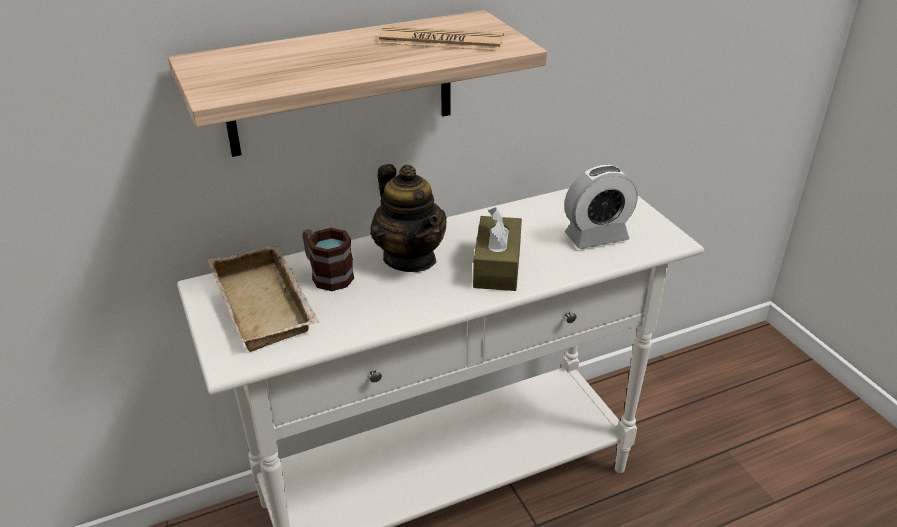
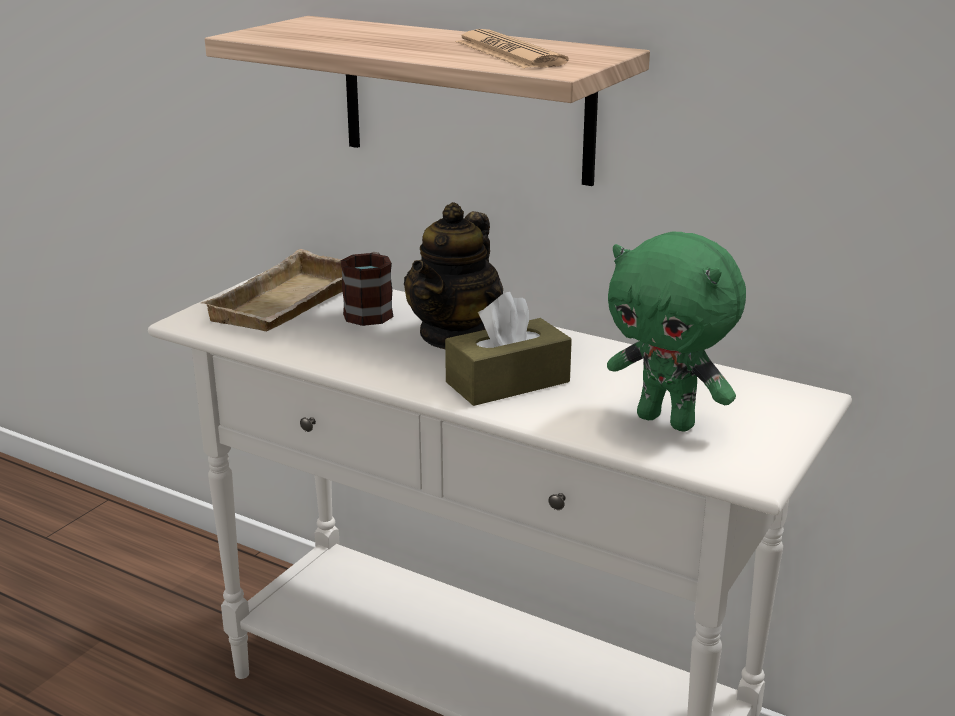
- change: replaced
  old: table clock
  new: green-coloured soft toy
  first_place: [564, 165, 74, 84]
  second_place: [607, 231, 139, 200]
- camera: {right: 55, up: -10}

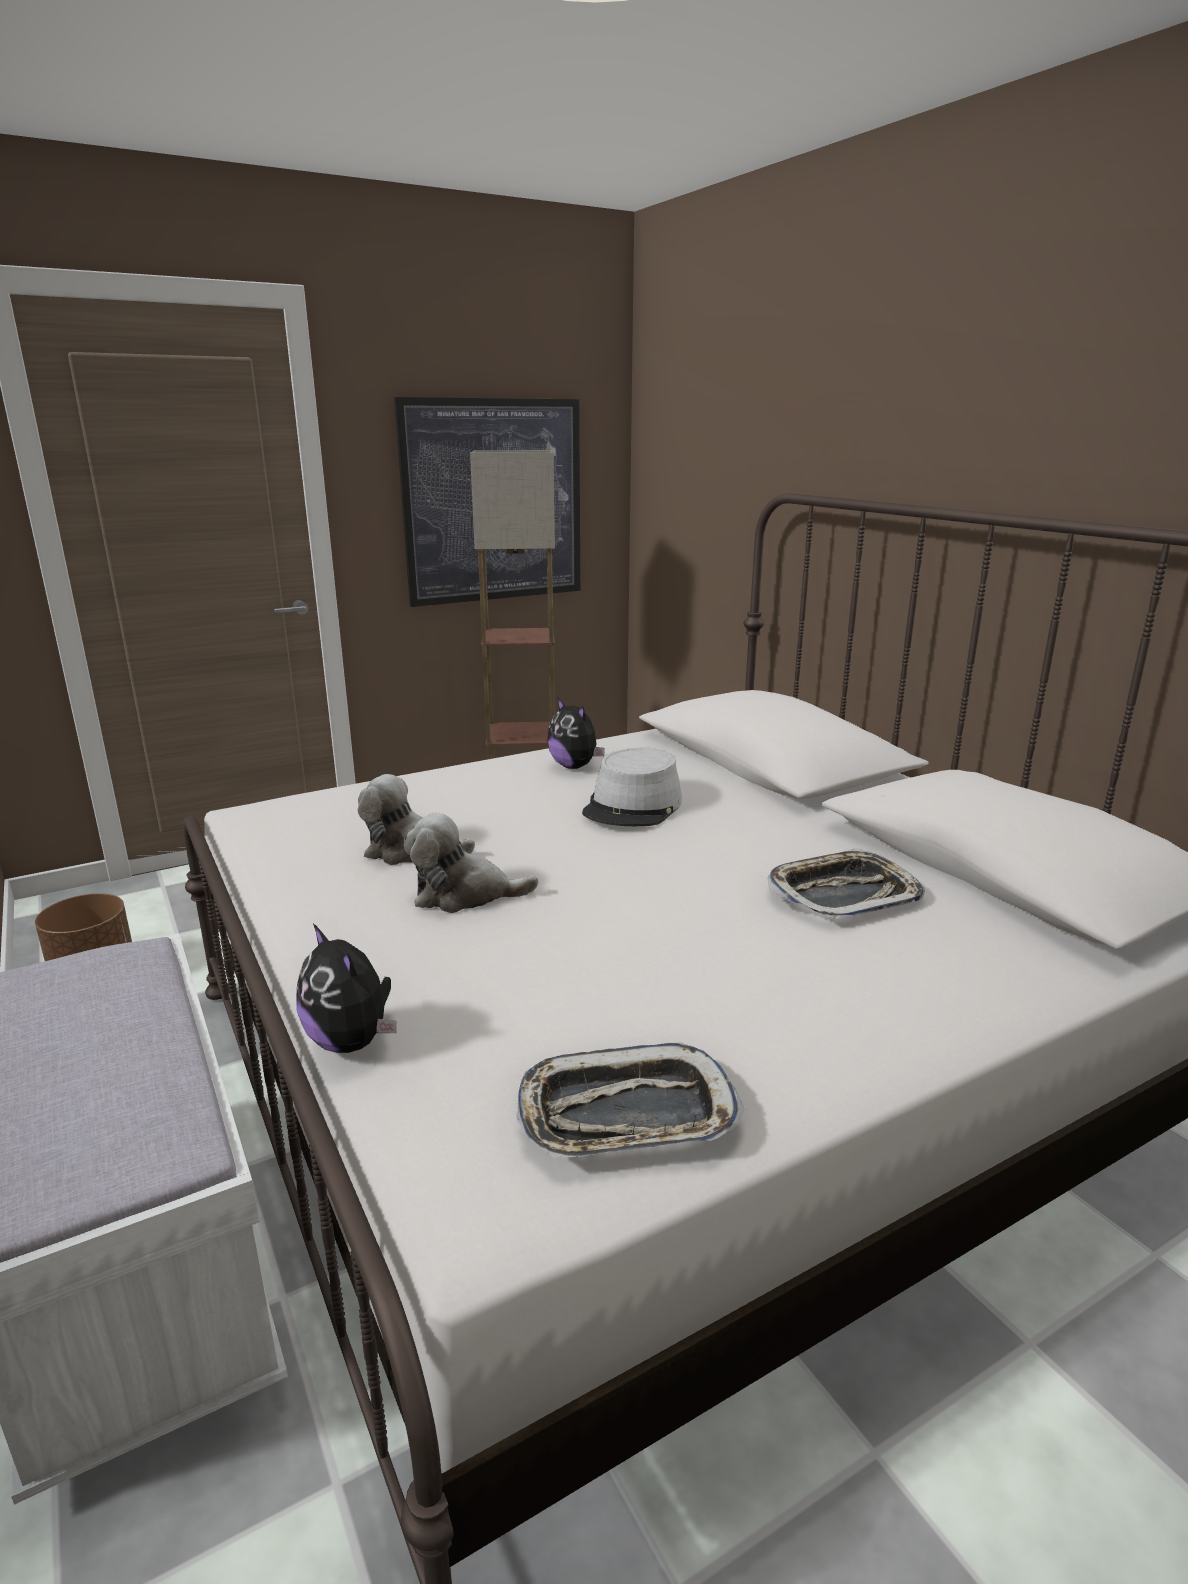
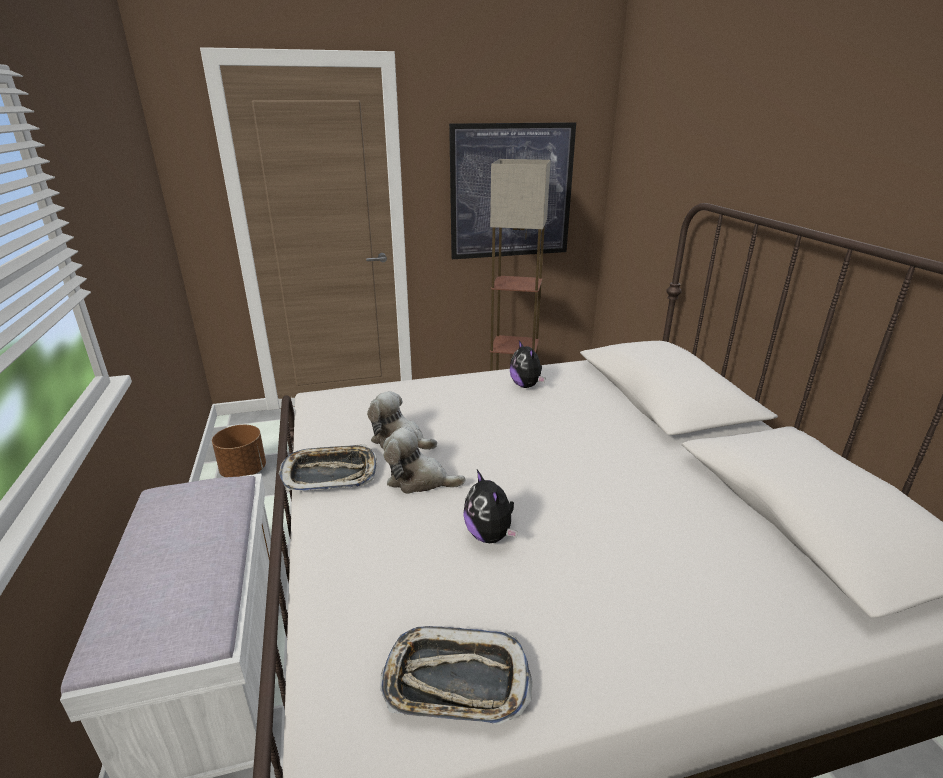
- change: removed
  old: gray hat
  first_place: [582, 748, 100, 78]
- change: moved
  old: soft toy
  first_place: [296, 923, 101, 130]
  second_place: [463, 470, 55, 73]
- change: moved
  old: carrying tray
  first_place: [767, 848, 158, 72]
  second_place: [279, 444, 98, 47]
- camera: {right: 15, up: 5}

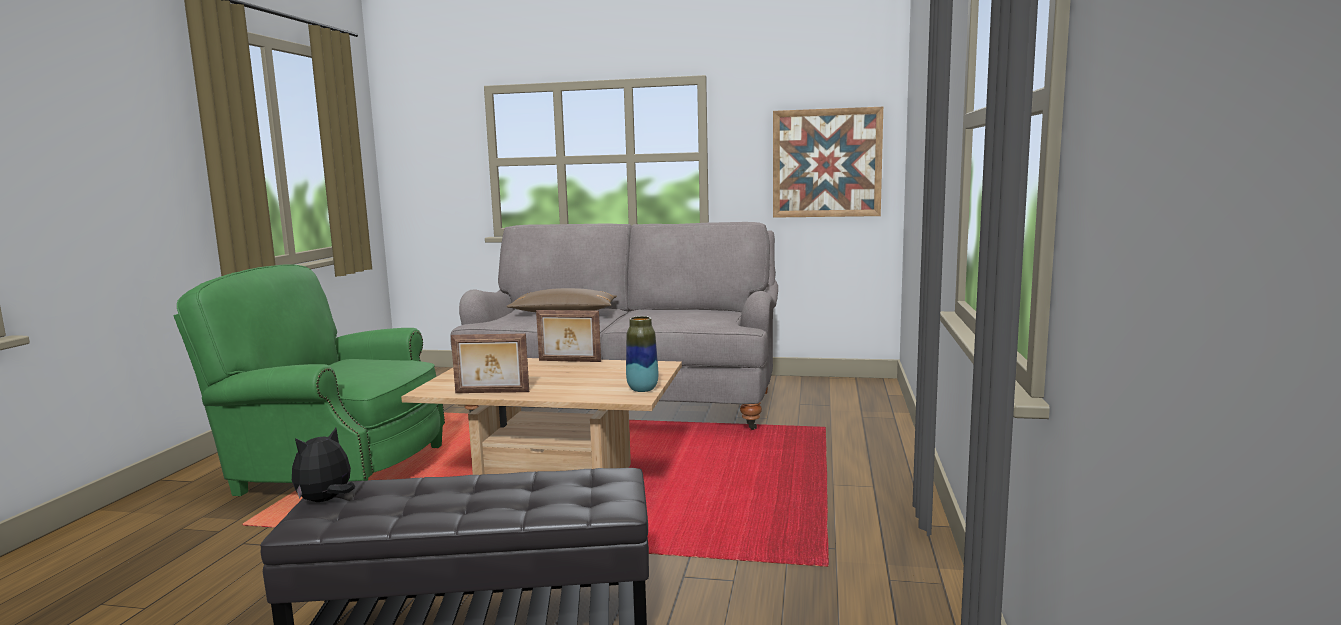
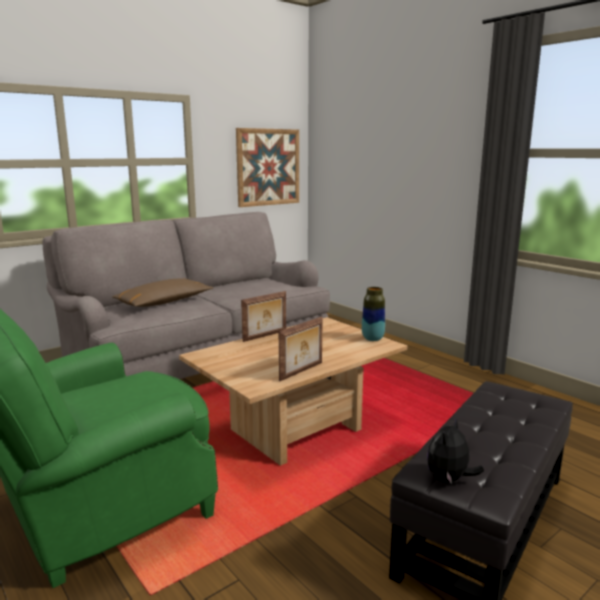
- change: turned
  old: soft toy
  first_place: [292, 428, 63, 74]
  second_place: [427, 418, 57, 66]
  degrees: 45
- camera: {right: -50, up: 5}

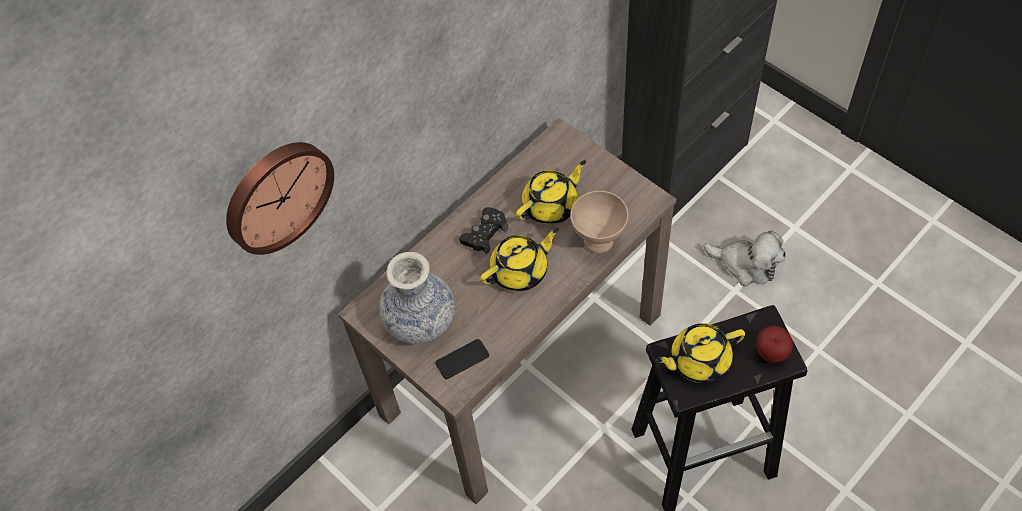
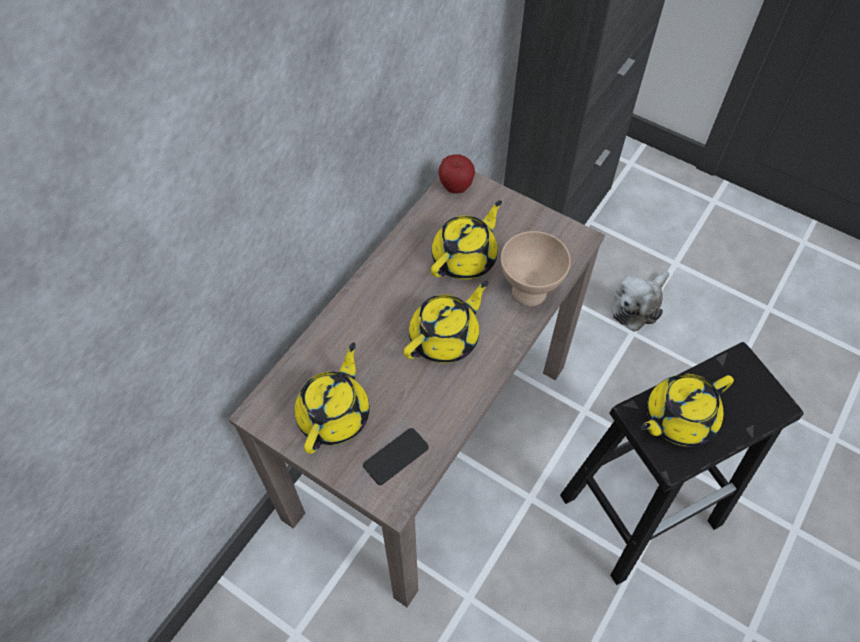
- change: removed
  old: hanging clock
  first_place: [226, 142, 108, 113]
- change: removed
  old: black gamepad
  first_place: [459, 207, 49, 47]
- change: moved
  old: apple fruit
  first_place: [756, 326, 37, 37]
  second_place: [439, 154, 36, 40]
- change: replaced
  old: vase
  new: yellowish teapot
  first_place: [379, 252, 76, 92]
  second_place: [295, 343, 75, 111]
- change: turned
  old: soft toy
  first_place: [704, 230, 82, 56]
  second_place: [612, 272, 57, 60]
  degrees: 120
- camera: {right: -15, up: 0}

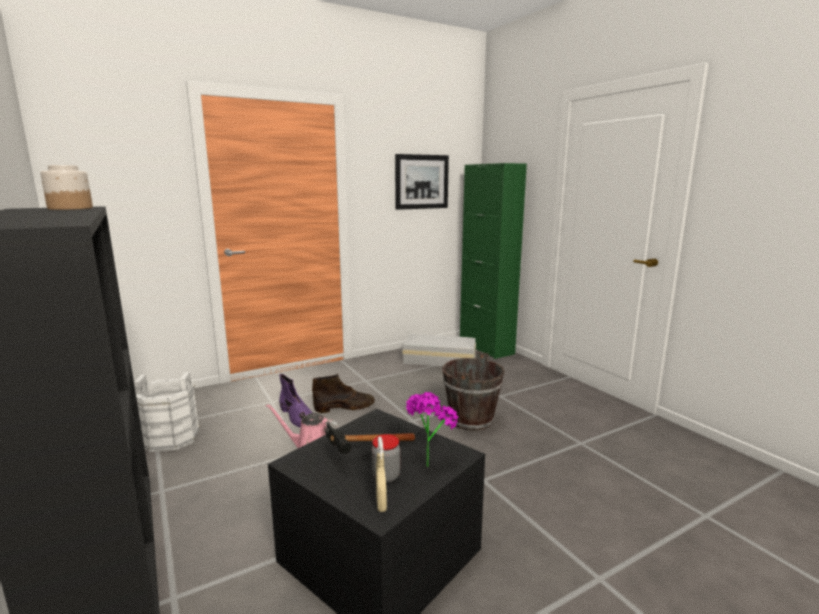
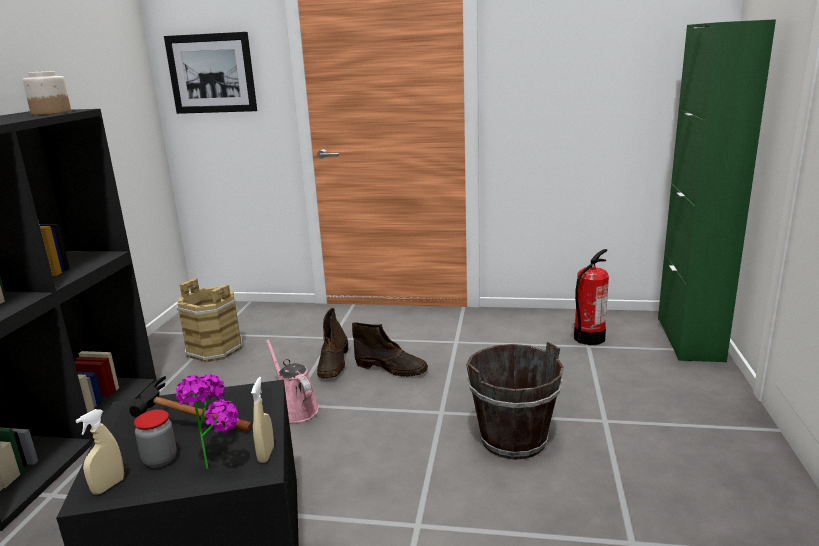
- change: added
  new: beige hand sprayer
  second_place: [251, 377, 23, 86]
- change: moved
  old: wall art
  first_place: [395, 154, 54, 56]
  second_place: [164, 32, 93, 82]
- change: replaced
  old: white-coloured storage box
  new: extinguisher
  first_place: [402, 334, 74, 32]
  second_place: [574, 249, 35, 96]
- change: recoloured
  old: white-coloured water bucket
  new: brown water bucket
  first_place: [134, 372, 66, 80]
  second_place: [177, 278, 66, 84]
- change: recoloured
  old: purple-coloured boot
  new: brown boot
  first_place: [279, 374, 34, 53]
  second_place: [317, 308, 31, 71]
- camera: {right: 40, up: 5}

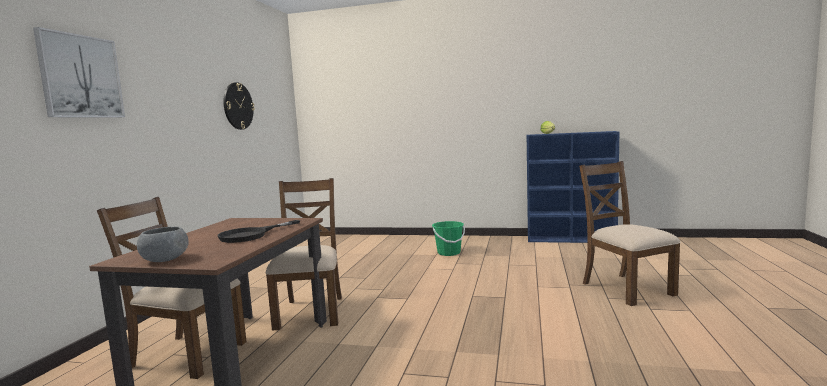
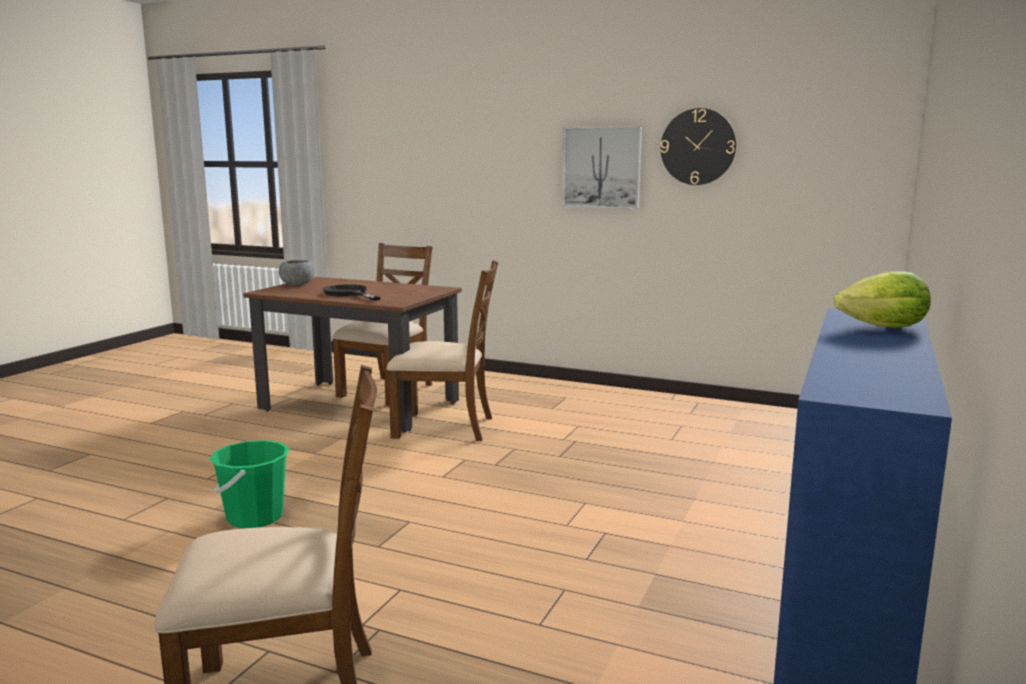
- change: moved
  old: wall art
  first_place: [33, 27, 92, 90]
  second_place: [562, 126, 80, 83]
- change: moved
  old: green-coloured water bucket
  first_place: [432, 221, 33, 35]
  second_place: [210, 440, 79, 88]
- camera: {right: 100, up: 5}

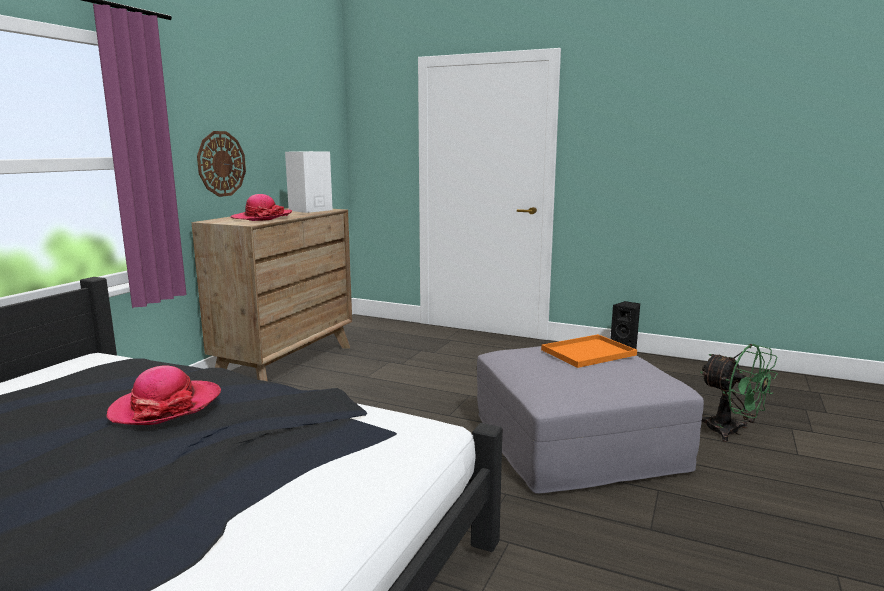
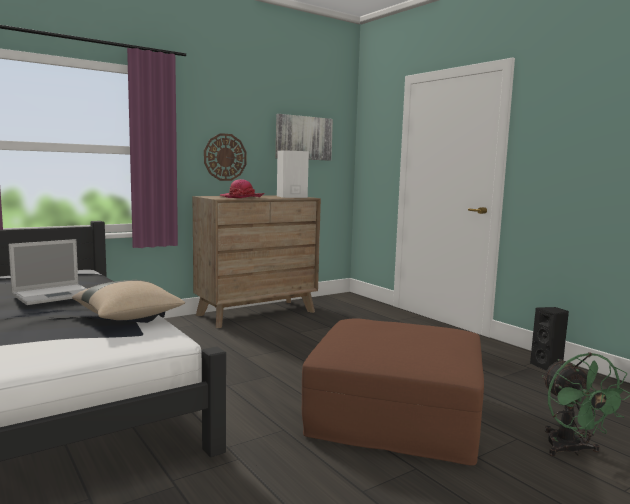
- change: removed
  old: orangey carrying tray
  first_place: [541, 334, 96, 34]
- change: added
  new: beige throw pillow
  second_place: [72, 280, 113, 40]
- change: added
  new: wall art
  second_place: [276, 114, 57, 47]
- change: replaced
  old: hat
  new: notebook computer
  first_place: [106, 365, 115, 60]
  second_place: [9, 239, 79, 66]
- change: recoloured
  old: gray ottoman
  new: brown ottoman
  first_place: [477, 346, 227, 148]
  second_place: [302, 319, 182, 146]
- camera: {right: 30, up: -5}

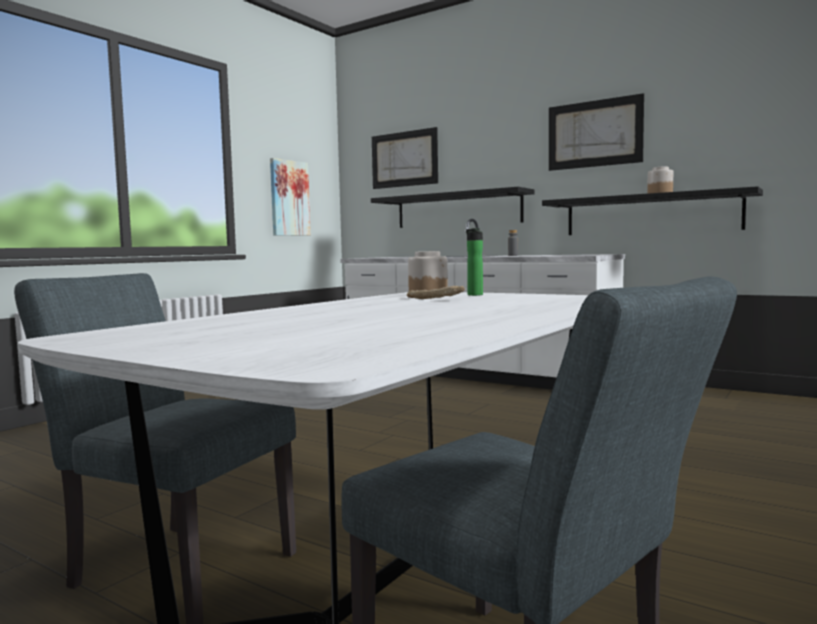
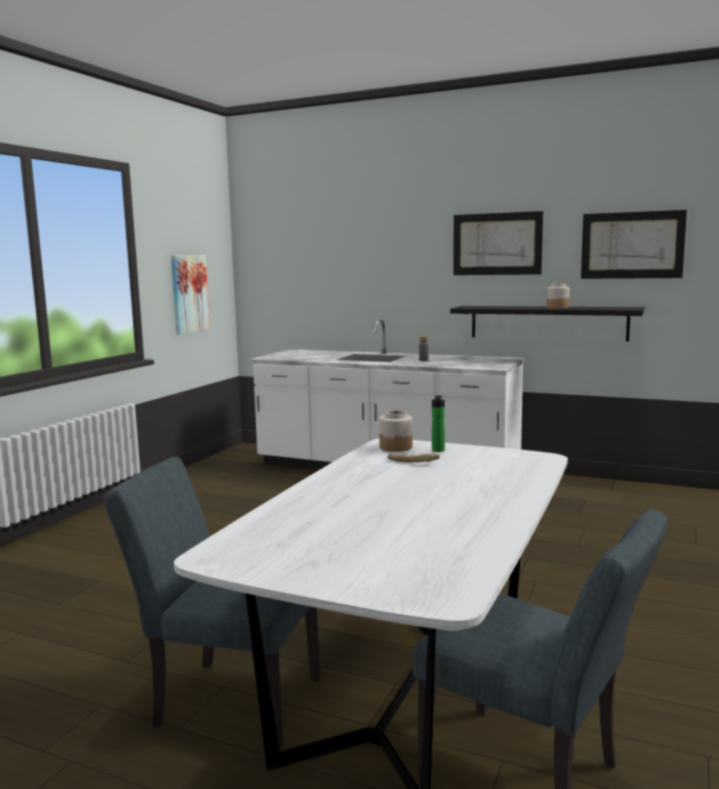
- change: removed
  old: black bracket shelf
  first_place: [371, 187, 164, 41]
- change: moved
  old: wall art
  first_place: [372, 127, 66, 62]
  second_place: [581, 210, 106, 69]
- camera: {right: -10, up: 5}

